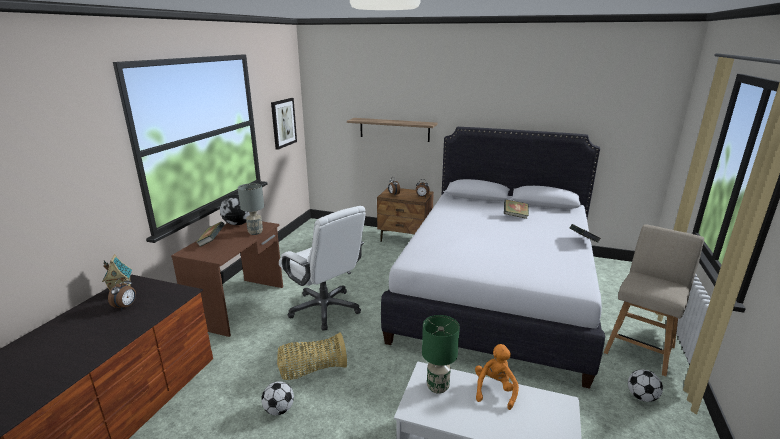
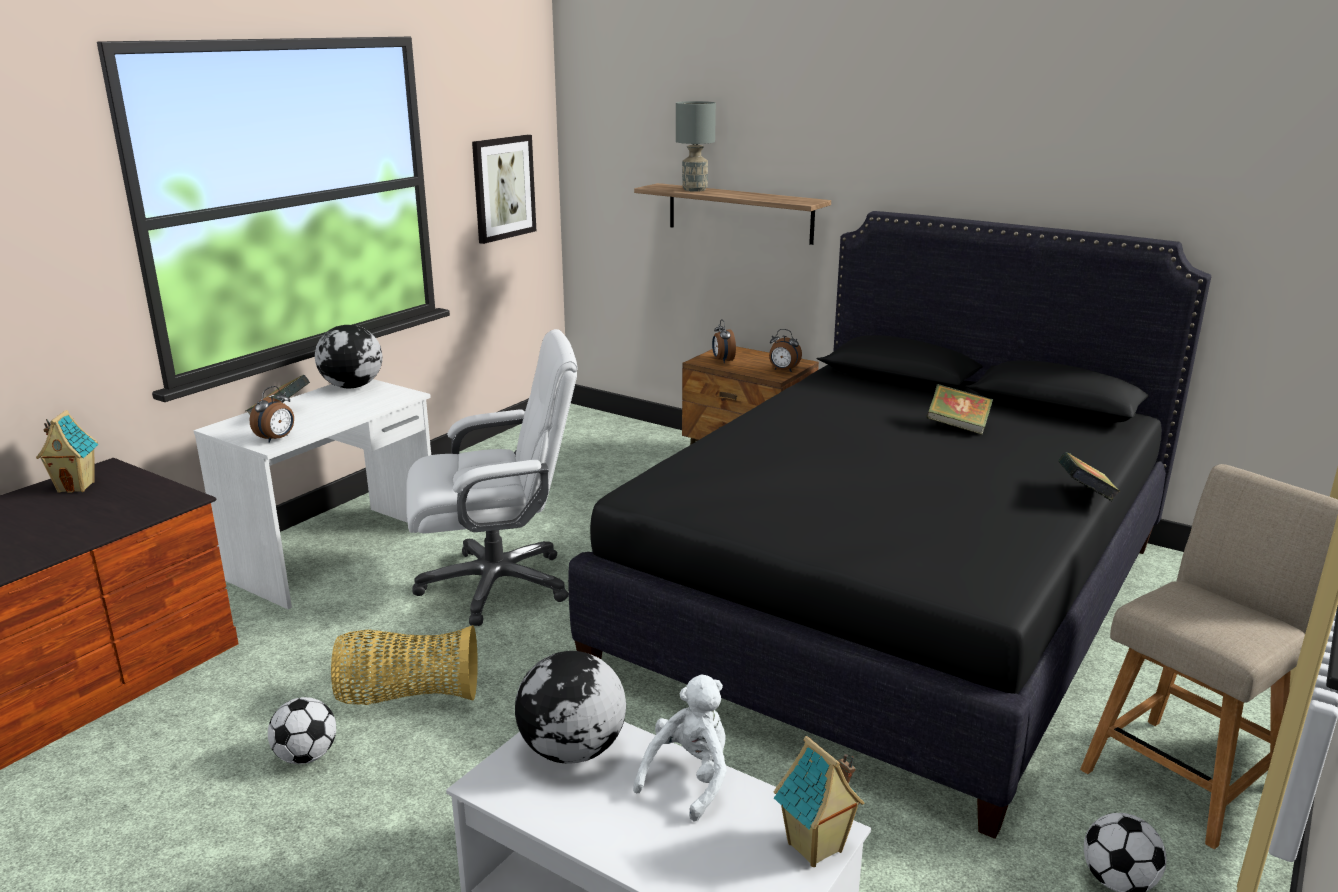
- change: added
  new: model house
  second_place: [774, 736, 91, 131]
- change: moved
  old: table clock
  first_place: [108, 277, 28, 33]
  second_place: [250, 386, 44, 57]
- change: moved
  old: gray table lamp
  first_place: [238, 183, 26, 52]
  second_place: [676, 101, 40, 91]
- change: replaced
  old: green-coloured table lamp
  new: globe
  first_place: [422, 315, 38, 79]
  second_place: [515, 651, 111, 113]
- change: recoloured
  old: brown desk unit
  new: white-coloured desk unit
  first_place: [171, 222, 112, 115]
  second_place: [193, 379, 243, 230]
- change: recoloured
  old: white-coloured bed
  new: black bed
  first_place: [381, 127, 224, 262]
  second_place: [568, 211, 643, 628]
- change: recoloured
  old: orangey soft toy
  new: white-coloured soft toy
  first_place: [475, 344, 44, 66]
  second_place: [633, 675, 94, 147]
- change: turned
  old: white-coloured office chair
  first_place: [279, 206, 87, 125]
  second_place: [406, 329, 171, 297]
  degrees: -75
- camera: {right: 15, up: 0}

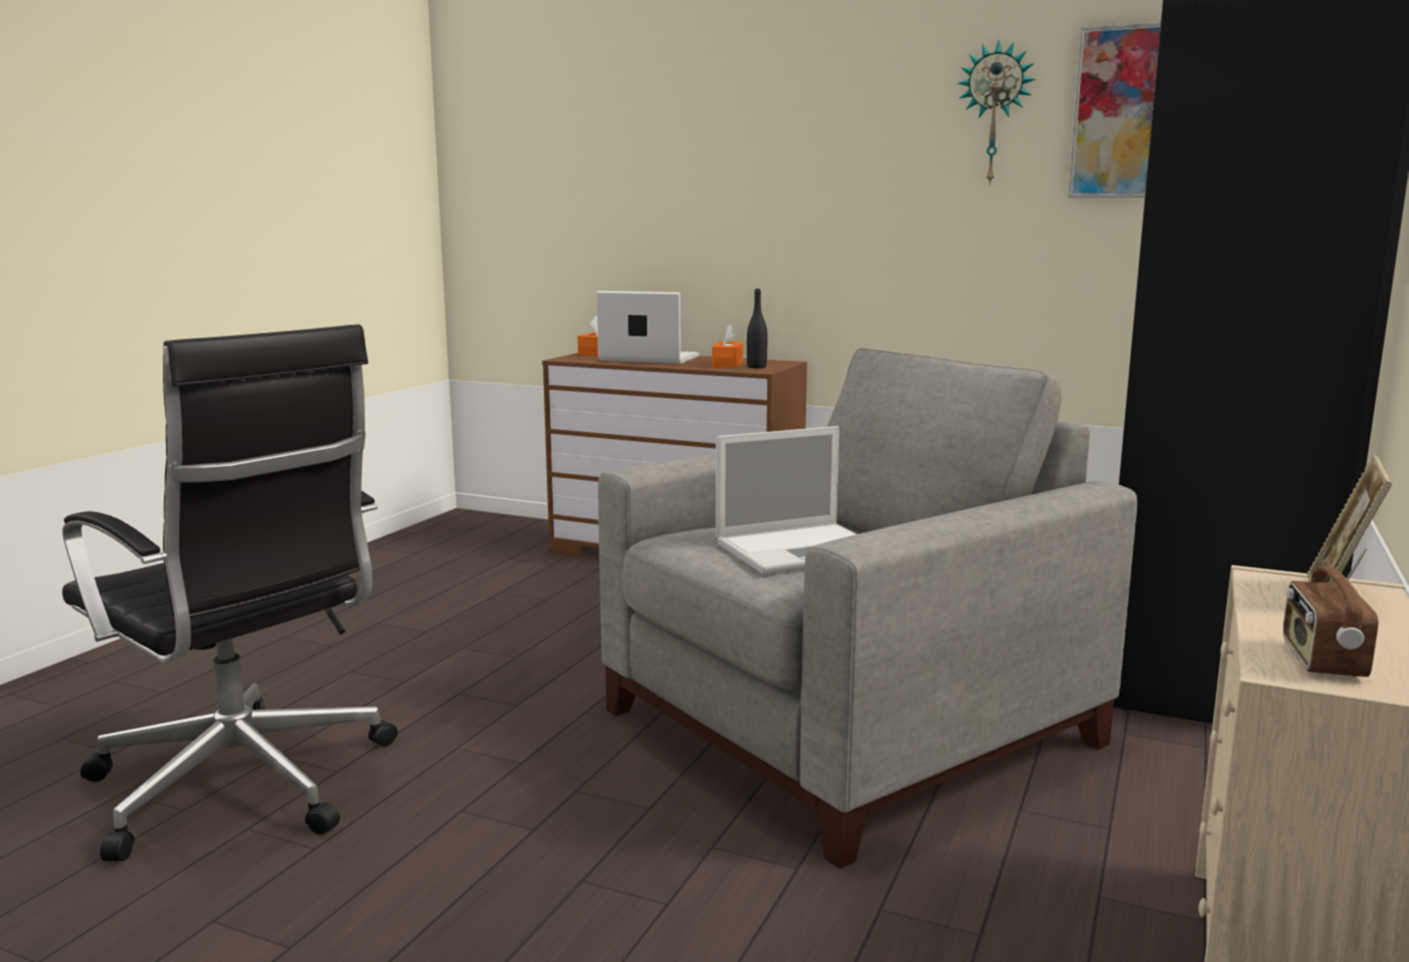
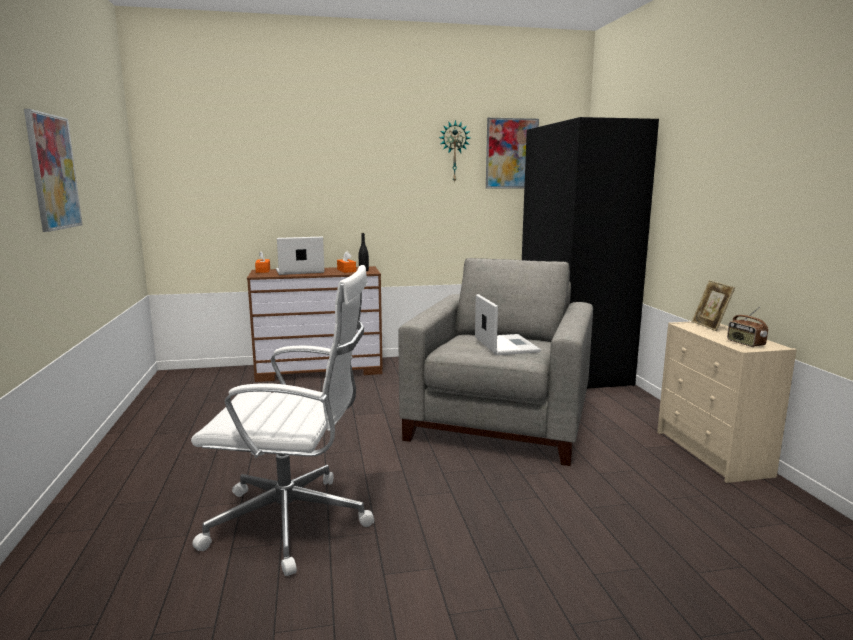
- change: added
  new: wall art
  second_place: [24, 109, 59, 123]
- change: recoloured
  old: black office chair
  new: white-coloured office chair
  first_place: [62, 324, 336, 537]
  second_place: [191, 265, 183, 311]
- change: turned
  old: notebook computer
  first_place: [716, 426, 141, 148]
  second_place: [475, 294, 66, 61]
  degrees: -45
- camera: {right: -35, up: 0}

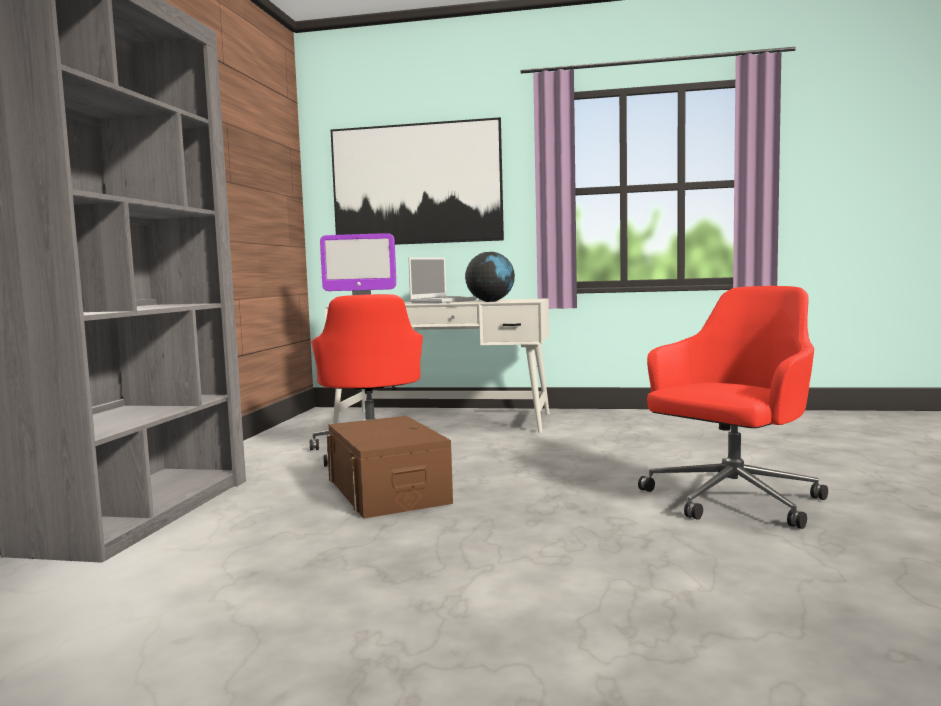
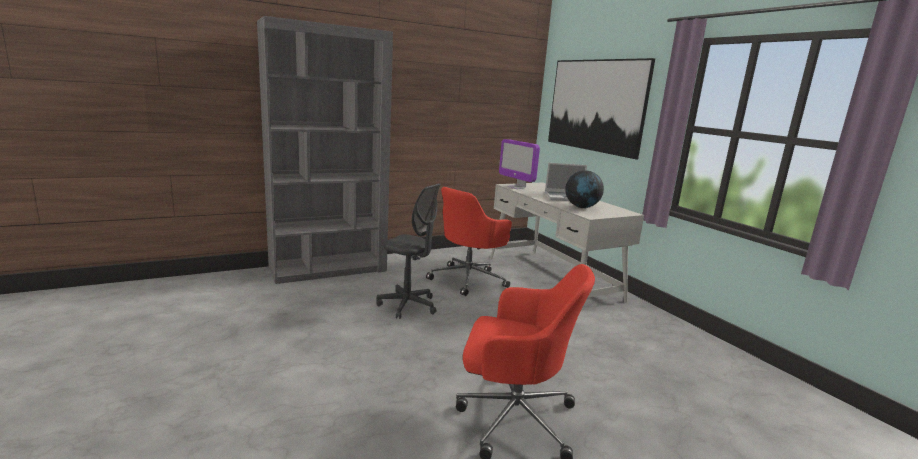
- change: replaced
  old: brown storage box
  new: gray office chair
  first_place: [327, 416, 126, 103]
  second_place: [376, 183, 64, 136]
- camera: {right: 50, up: 10}

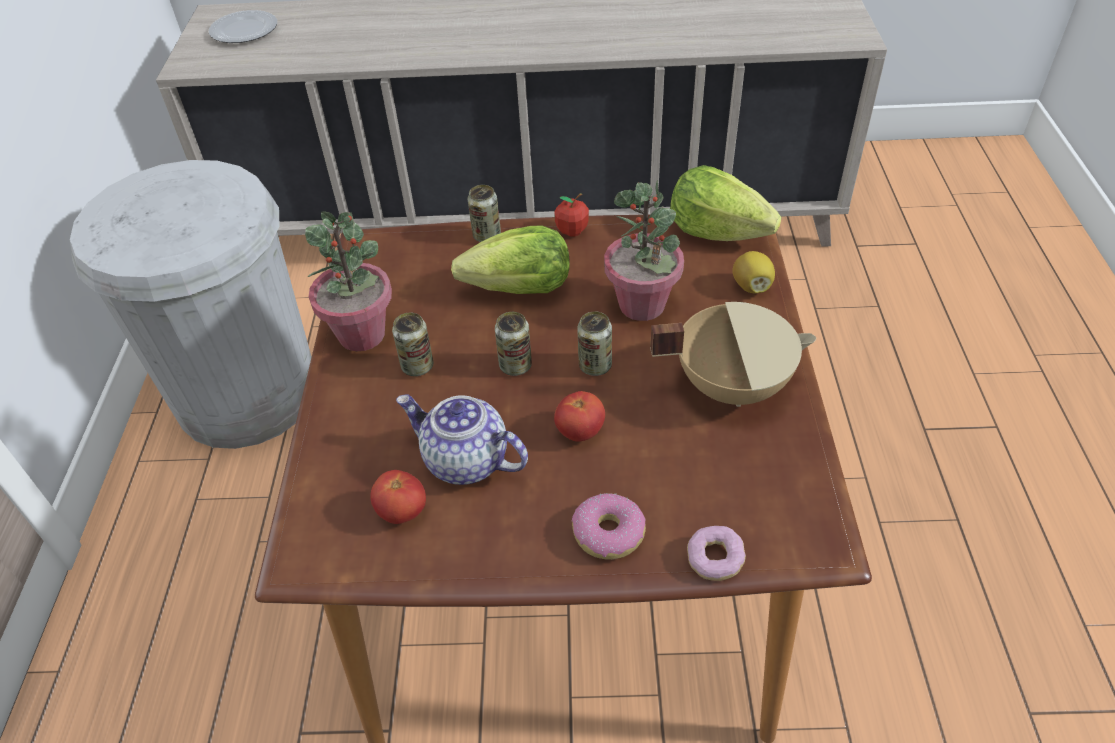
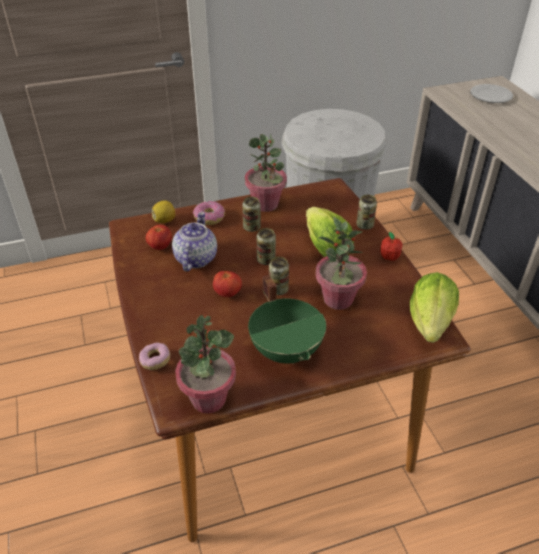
- change: added
  new: potted plant
  second_place: [175, 315, 61, 99]
- change: moved
  old: ring doughnut
  first_place: [571, 493, 75, 67]
  second_place: [193, 201, 32, 24]
- change: moved
  old: whole lemon
  first_place: [732, 251, 43, 42]
  second_place: [152, 200, 23, 23]
- change: recoloured
  old: beige saucepot
  new: green-coloured saucepot
  first_place: [650, 302, 166, 105]
  second_place: [248, 275, 78, 89]
- camera: {right: 70, up: -5}

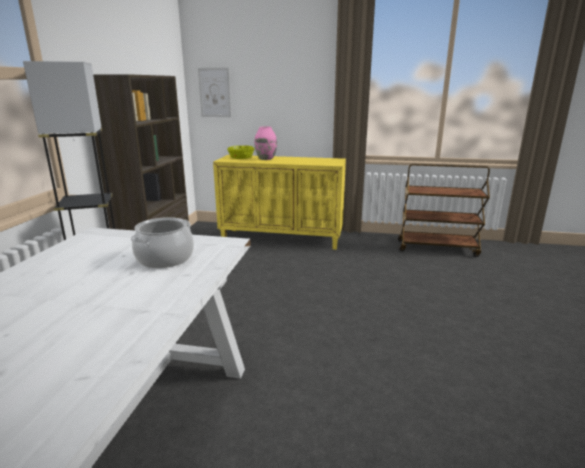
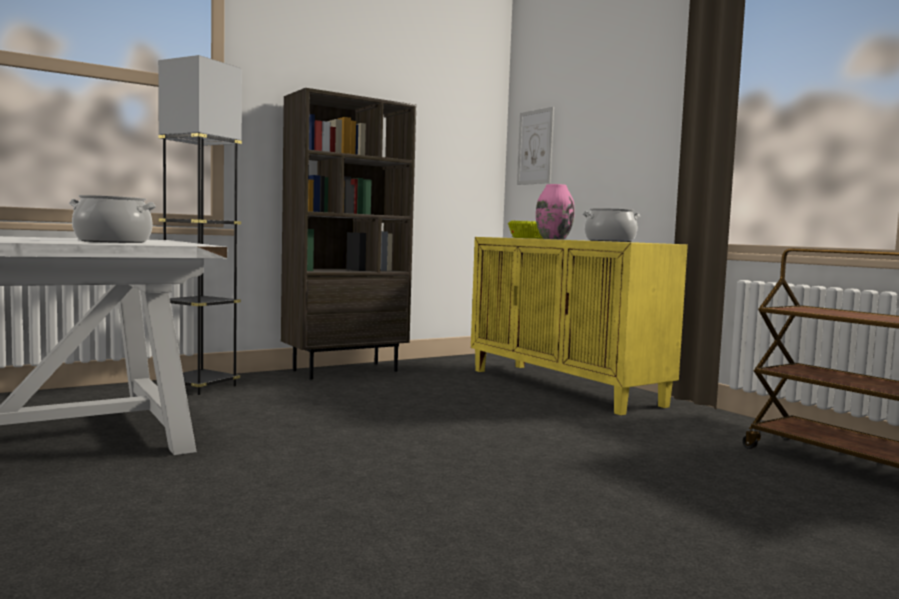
- change: added
  new: saucepot
  second_place: [583, 208, 57, 34]
- camera: {right: 45, up: -15}

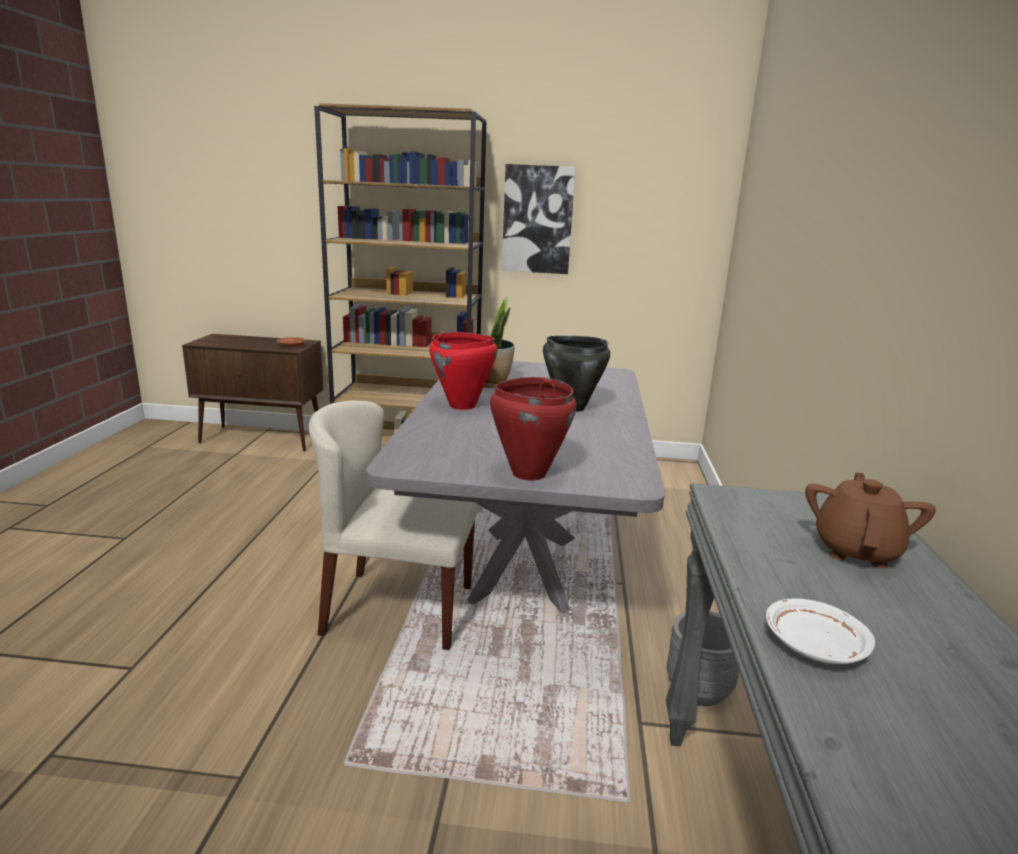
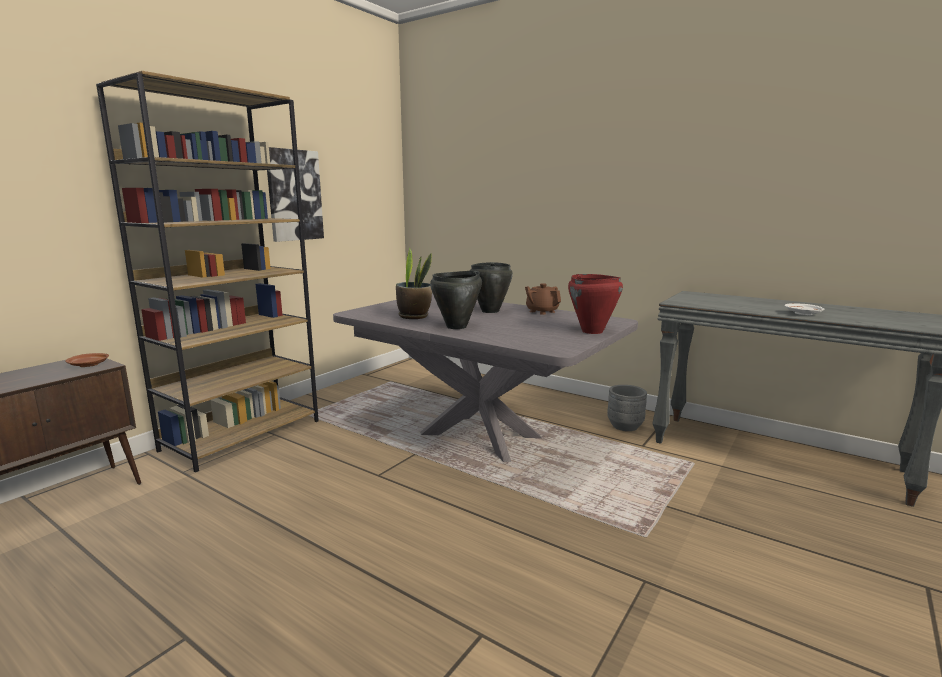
- change: removed
  old: beige plain chair
  first_place: [309, 400, 170, 250]
- change: moved
  old: brown teapot
  first_place: [805, 472, 131, 97]
  second_place: [525, 283, 36, 32]
- change: recoloured
  old: reddish saucepot
  new: black saucepot
  first_place: [429, 332, 69, 78]
  second_place: [430, 271, 52, 58]
- camera: {right: -60, up: -5}

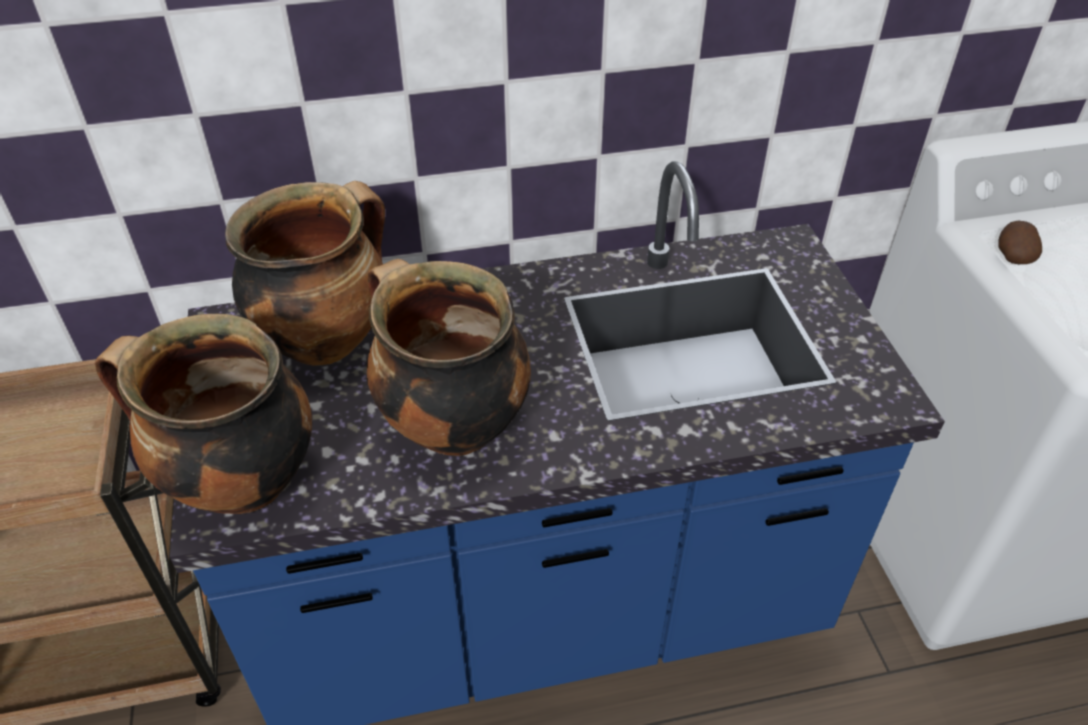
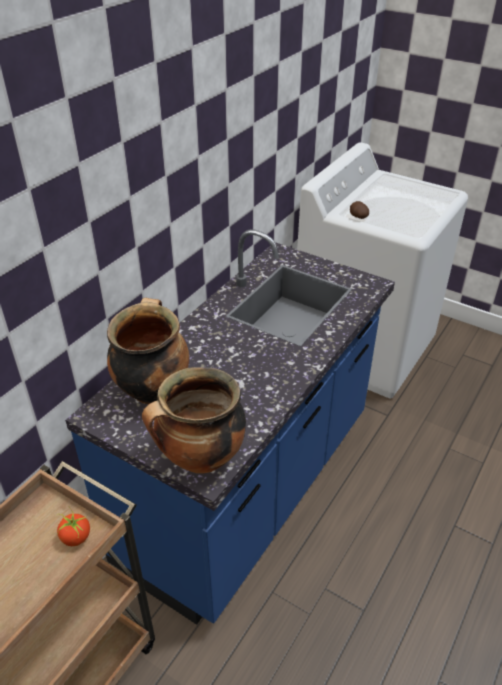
- change: removed
  old: saucepot
  first_place: [367, 259, 164, 197]
- change: added
  new: tomato
  second_place: [57, 507, 33, 39]
- camera: {right: -45, up: -5}

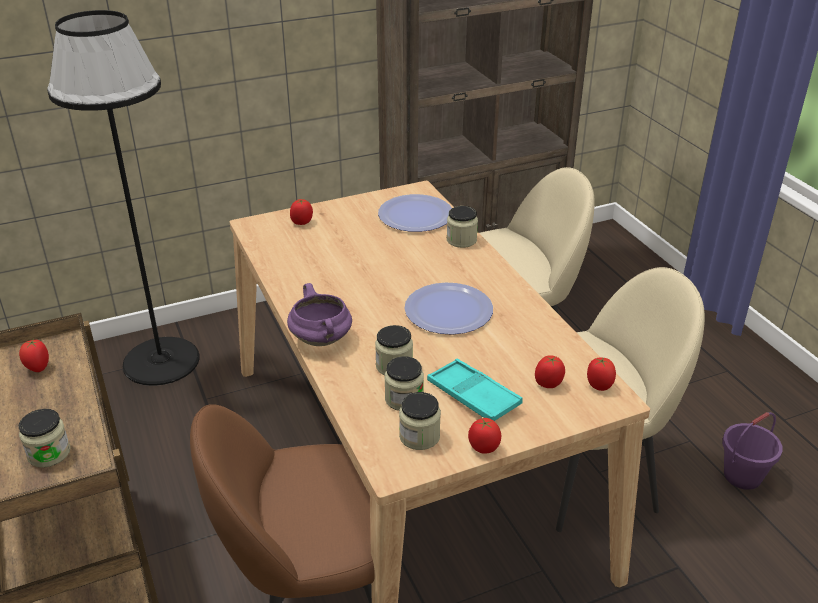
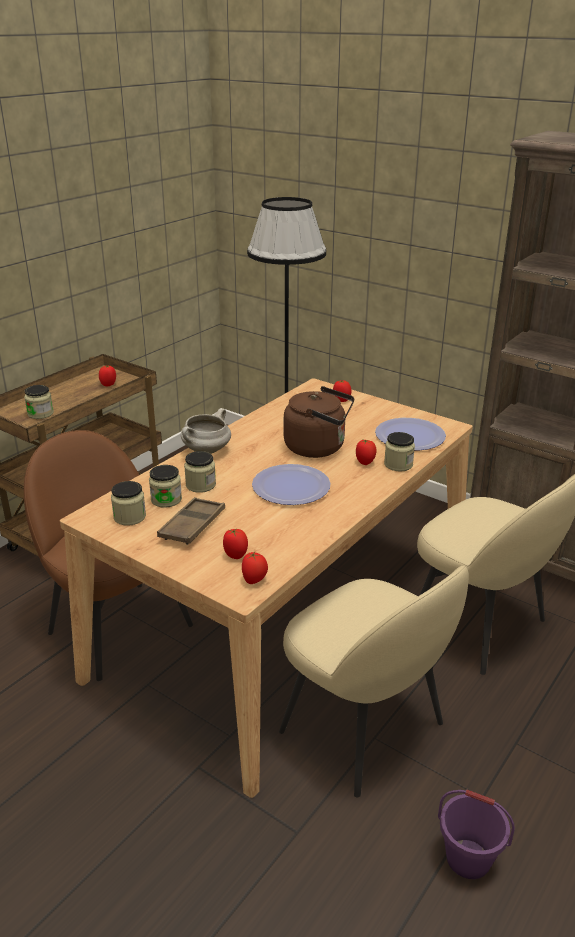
- change: added
  new: brown tea kettle
  second_place: [284, 386, 70, 72]
- change: moved
  old: tomato
  first_place: [468, 418, 34, 36]
  second_place: [356, 440, 20, 25]
- change: recoloured
  old: purple-coloured saucepot
  new: white-coloured saucepot
  first_place: [287, 283, 65, 63]
  second_place: [181, 408, 50, 46]
- change: recoloured
  old: turquoise-coloured carrying tray
  new: brown carrying tray
  first_place: [427, 359, 96, 62]
  second_place: [157, 497, 68, 48]
- camera: {right: 60, up: -5}

